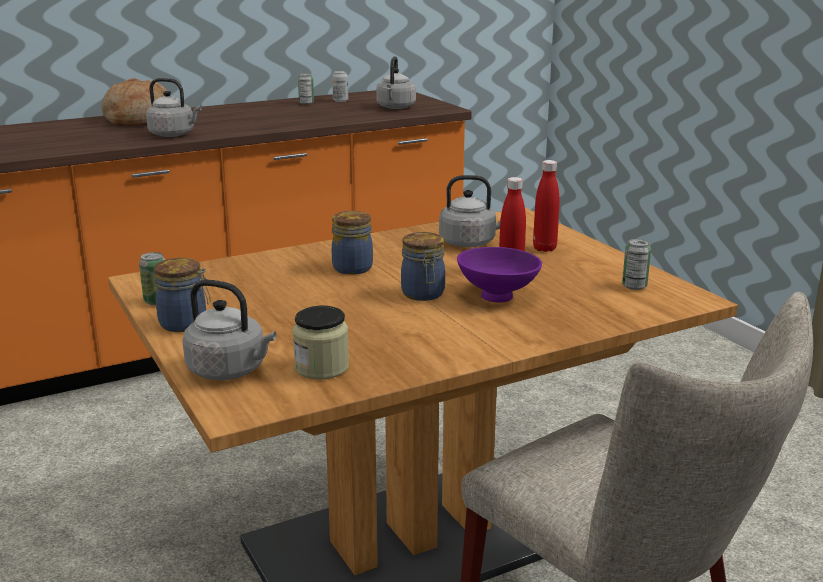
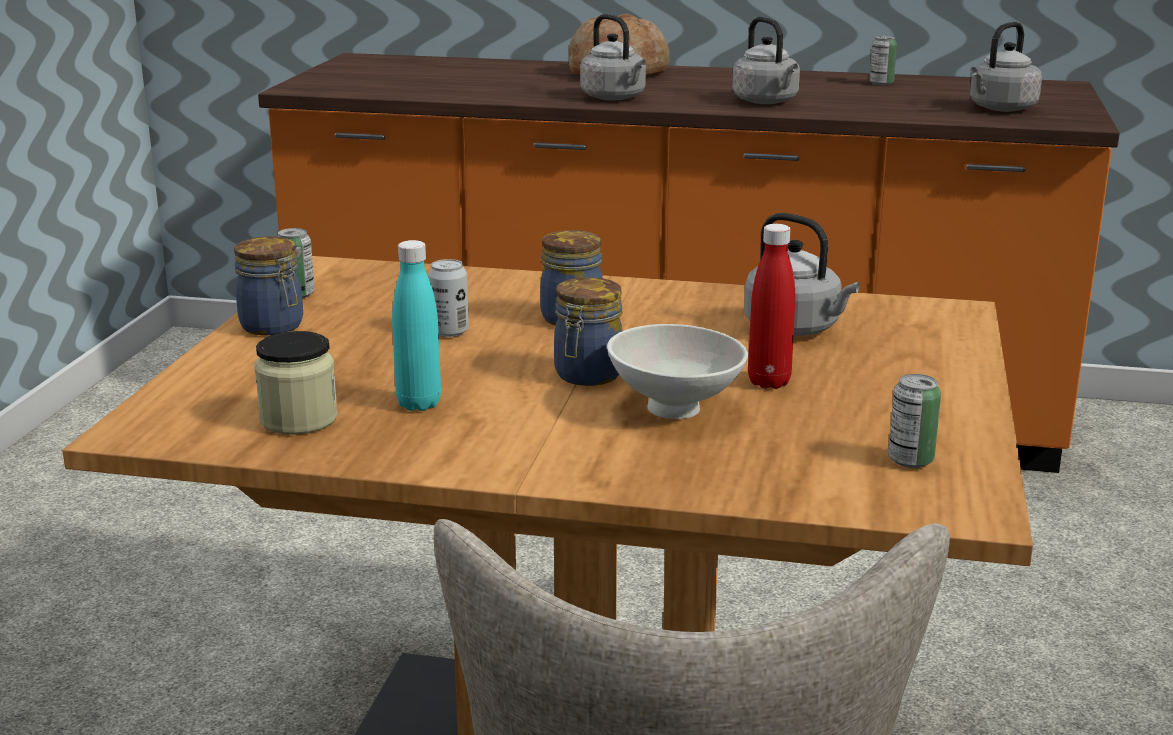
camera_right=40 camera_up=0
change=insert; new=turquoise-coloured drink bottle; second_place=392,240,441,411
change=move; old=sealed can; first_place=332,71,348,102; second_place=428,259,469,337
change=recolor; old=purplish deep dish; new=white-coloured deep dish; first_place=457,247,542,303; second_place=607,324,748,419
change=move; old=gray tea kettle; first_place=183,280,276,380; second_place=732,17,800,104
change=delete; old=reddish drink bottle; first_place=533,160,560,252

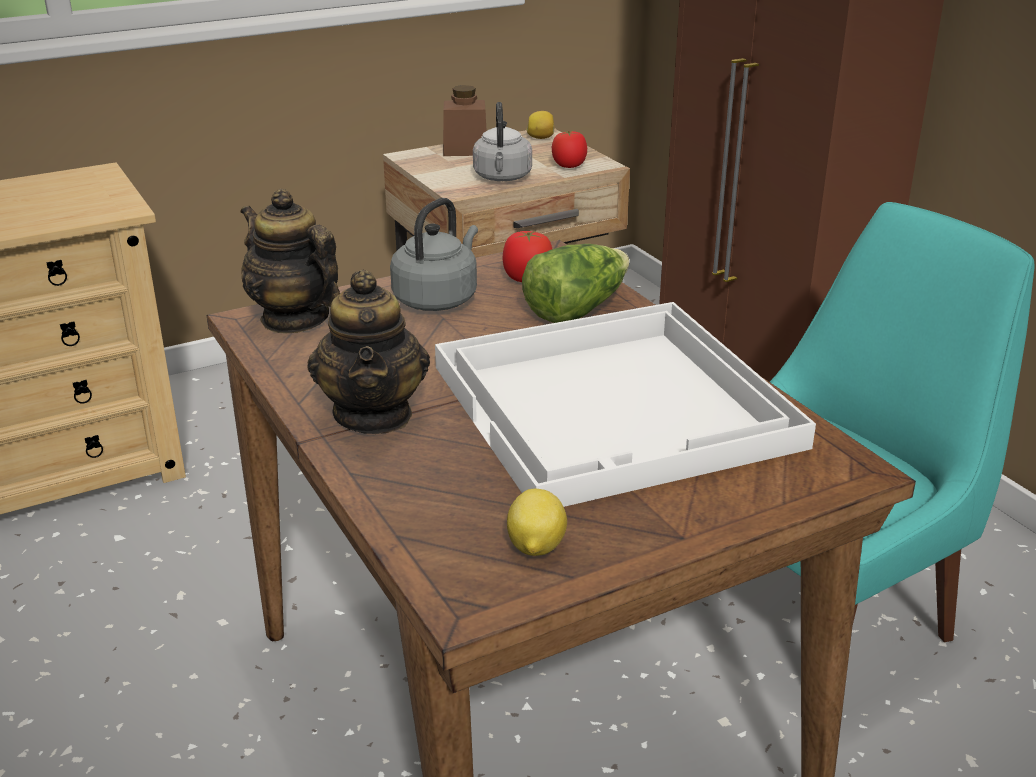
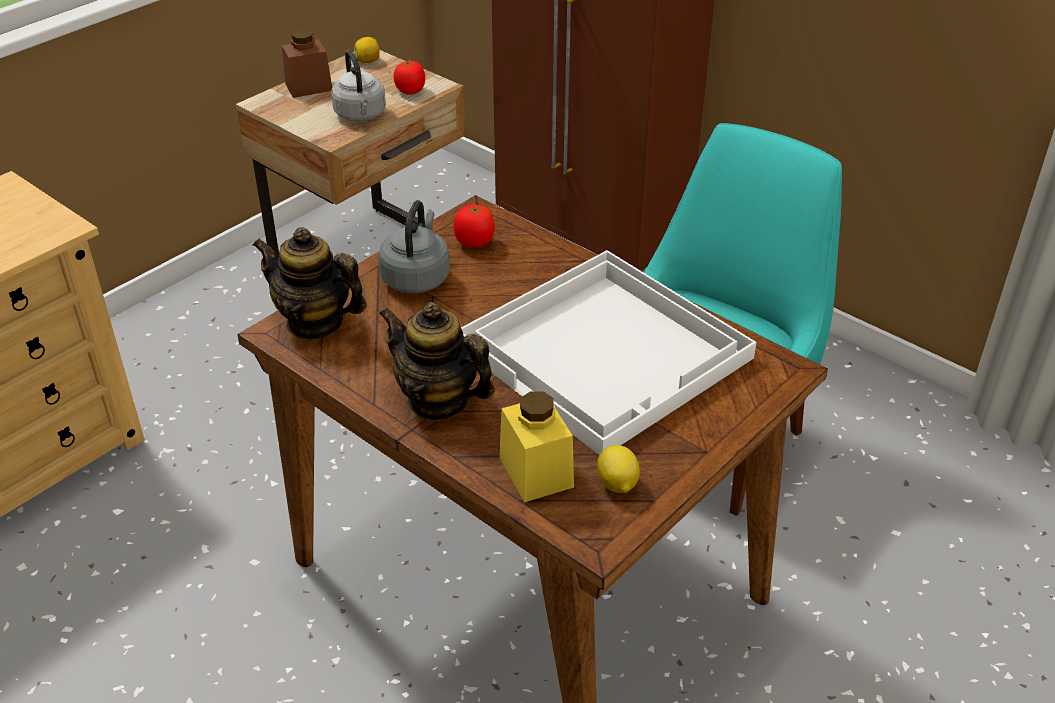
camera_right=-20 camera_up=10
change=rotate; old=pot for tea; first_place=307,270,430,434; second_place=379,302,495,421; degrees=150
change=insert; new=yellow-coloured preserve jar; second_place=500,391,574,502
change=delete; old=head of lettuce; first_place=522,244,629,323

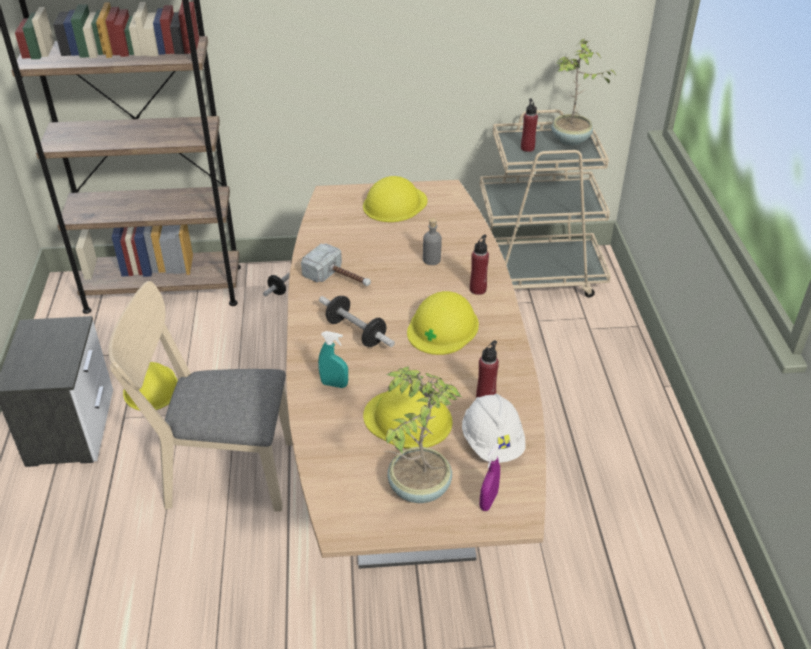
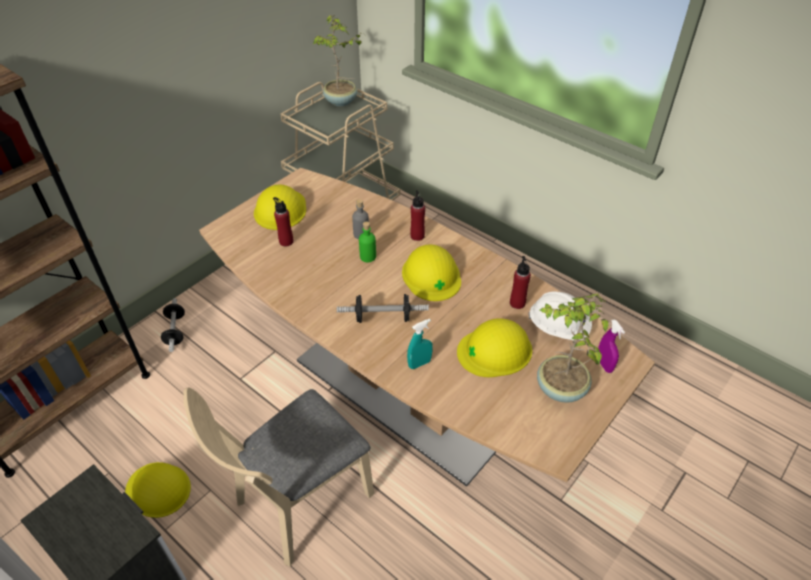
camera_right=-45 camera_up=5
change=move; old=reddish drink bottle; first_place=521,98,538,152; second_place=273,197,294,247
change=insert; new=green drink bottle; second_place=359,221,376,262
change=delete; old=hand hammer; first_place=301,243,371,286

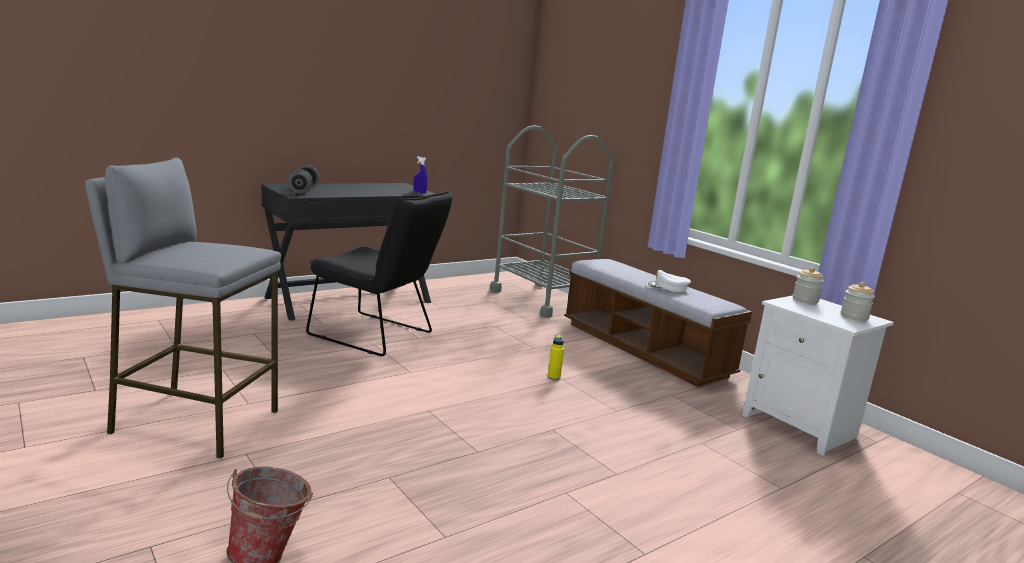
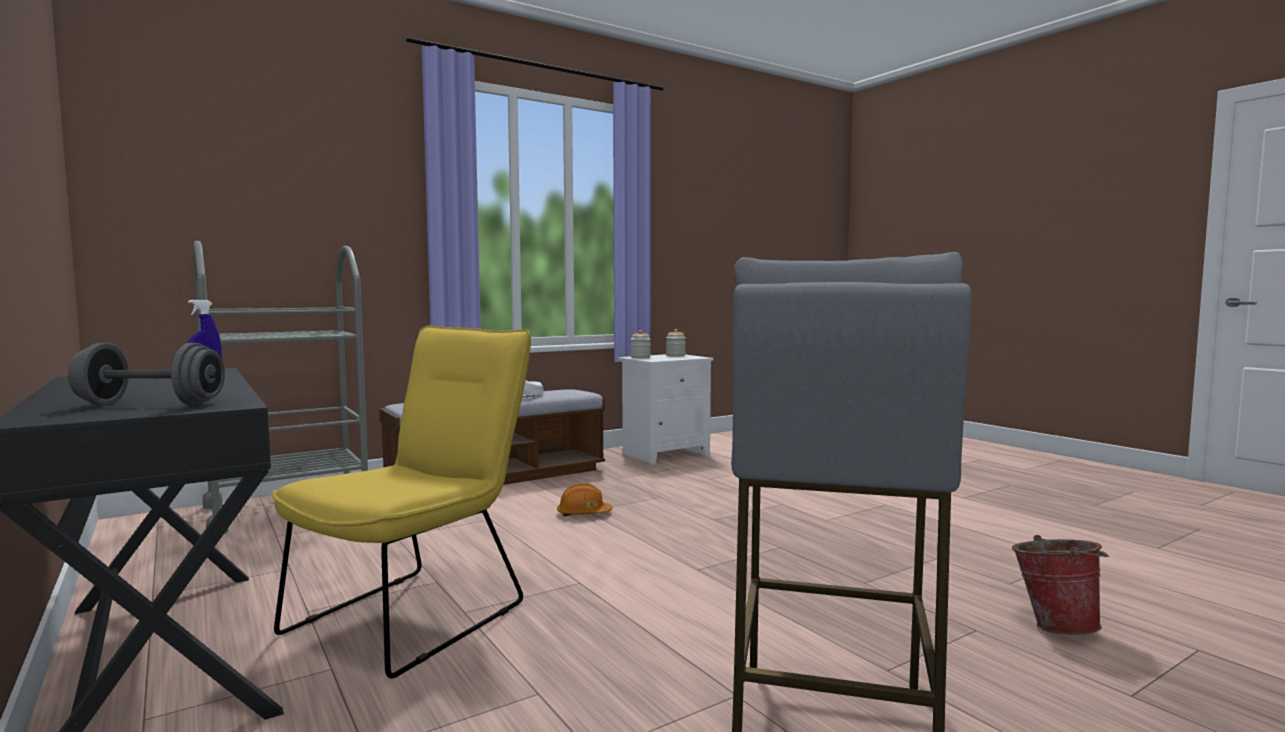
camera_right=-85 camera_up=-10
change=recolor; old=blackish upright chair; new=yellow-coloured upright chair; first_place=306,190,453,356; second_place=272,326,531,678
change=replace; old=yellow-coloured drink bottle; new=orangey safety helmet; first_place=547,334,564,380; second_place=557,483,613,516

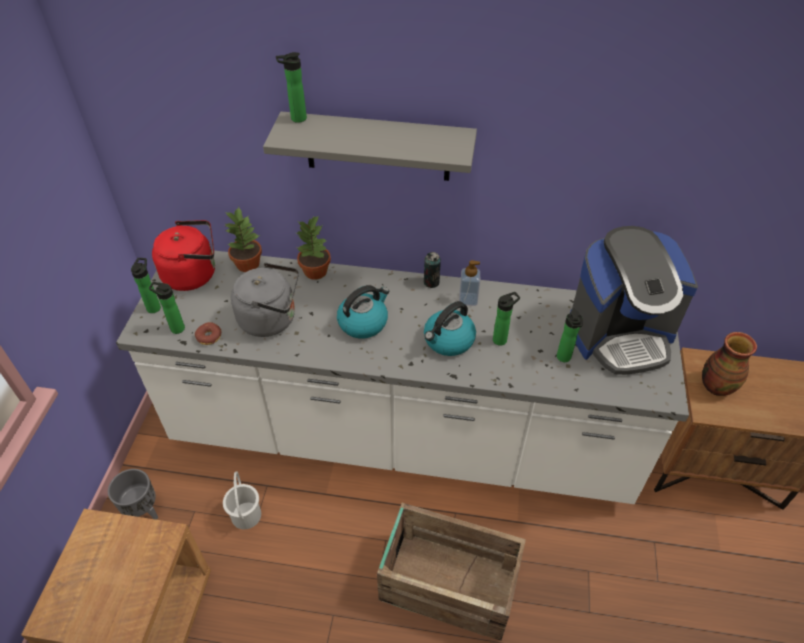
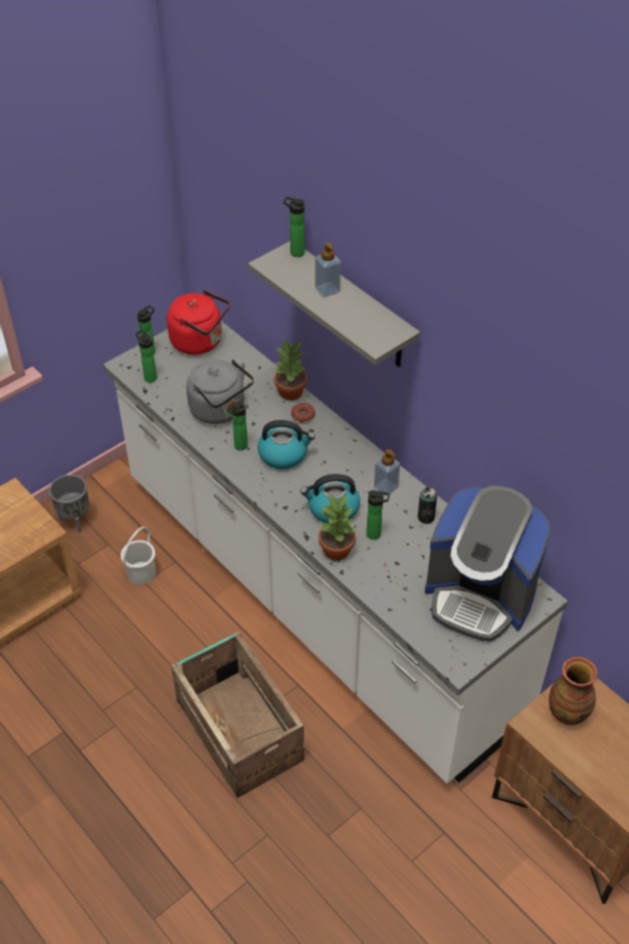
camera_right=40 camera_up=0
change=move; old=drink bottle; first_place=557,309,583,362; second_place=227,400,248,451
change=move; old=ring doughnut; first_place=195,322,222,345; second_place=291,403,315,423
change=insert; new=soap bottle; second_place=315,242,341,297
change=move; old=plant in a pot; first_place=225,207,262,272; second_place=319,495,356,560
change=move; old=sealed can; first_place=424,252,441,288; second_place=418,487,437,524

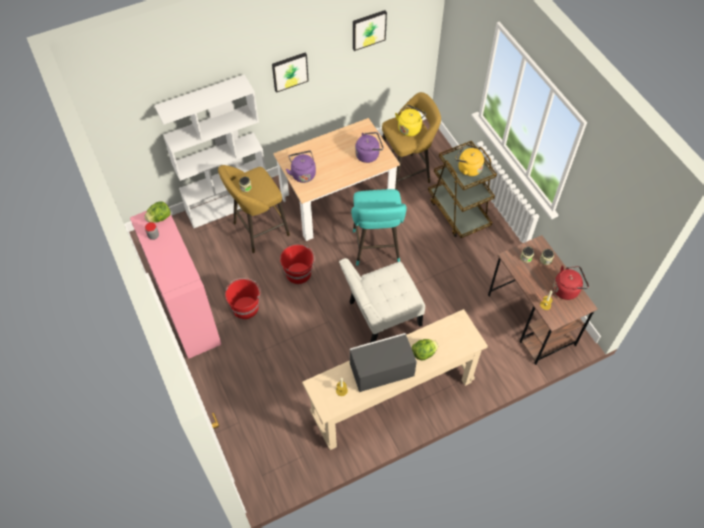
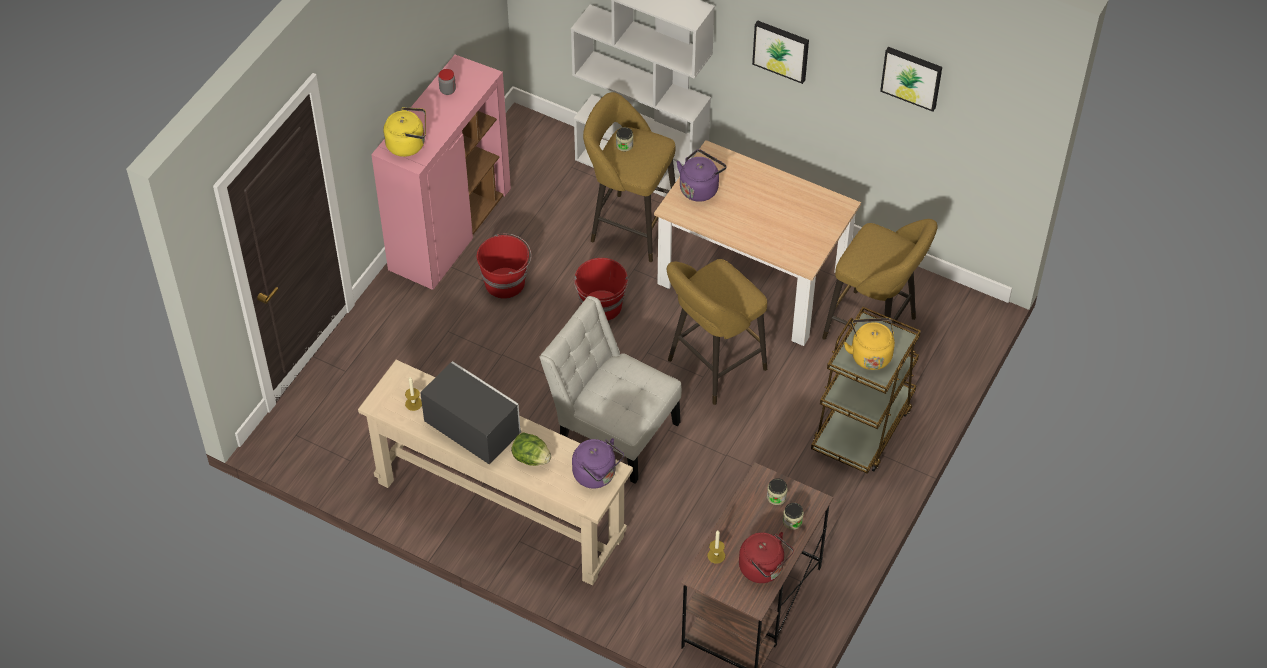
camera_right=55 camera_up=-5
change=move; old=yellow-coloured tea kettle; first_place=395,105,426,136; second_place=383,107,426,157
change=move; old=purplish tea kettle; first_place=355,132,383,163; second_place=572,438,624,489
change=recolor; old=turquoise-coloured sitting stool; new=yellow-coloured sitting stool; first_place=351,189,407,266; second_place=667,259,767,405
change=delete; old=head of lettuce; first_place=145,201,171,223

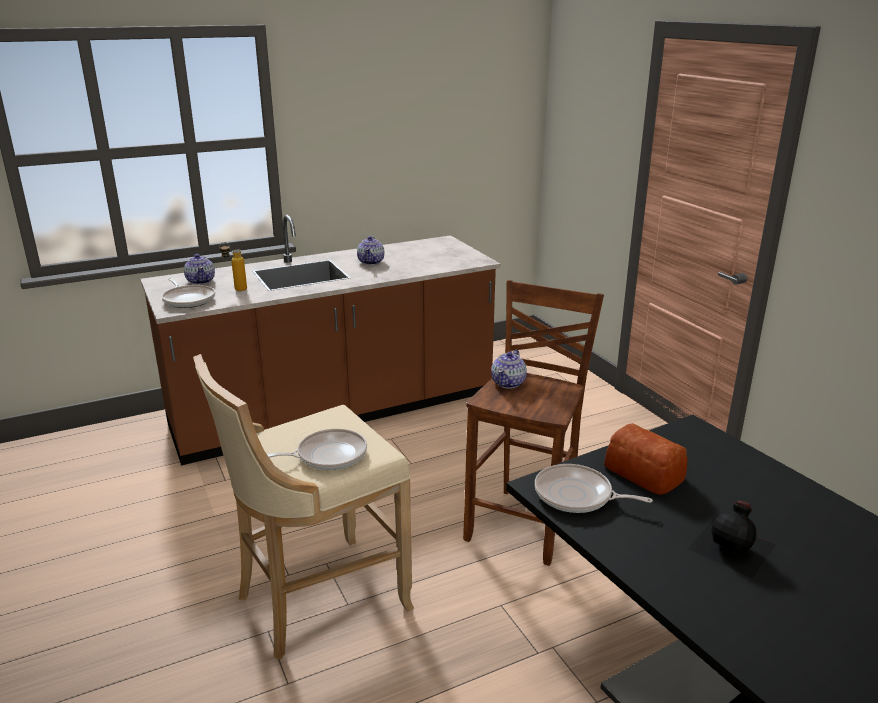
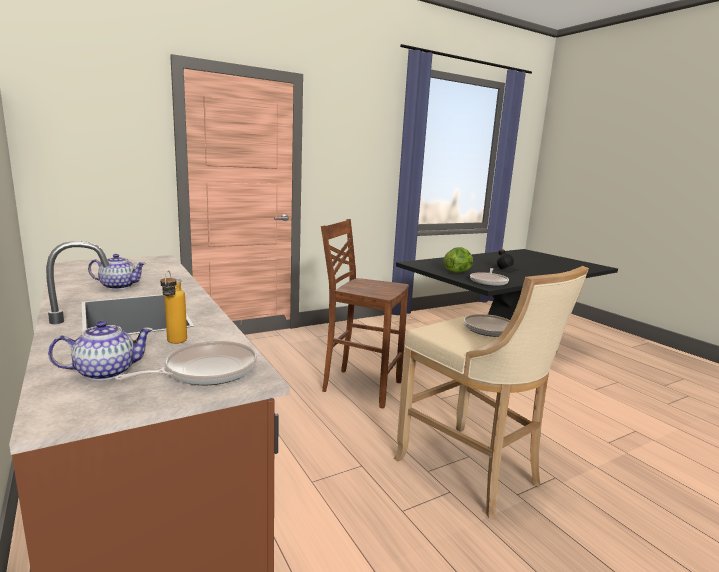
camera_right=-95 camera_up=-10
change=replace; old=bread; new=head of lettuce; first_place=604,423,688,495; second_place=443,247,473,273
change=delete; old=pot for tea; first_place=491,350,527,389

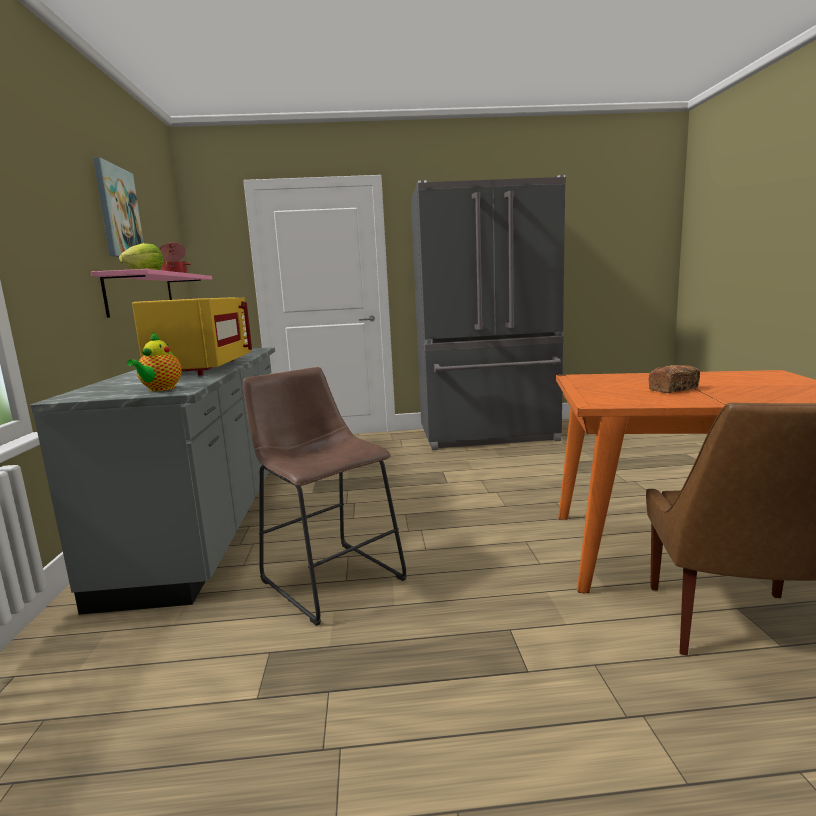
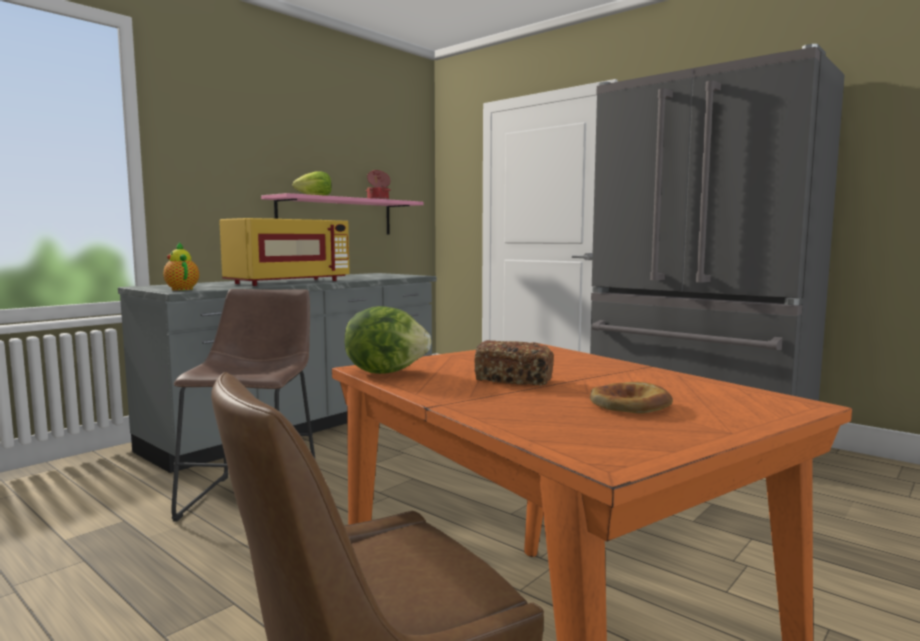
camera_right=45 camera_up=-5
change=rotate; old=pot for tea; first_place=127,332,182,391; second_place=163,242,199,291; degrees=90
change=insert; new=head of lettuce; second_place=344,306,431,374
change=insert; new=bread; second_place=590,382,673,414
change=delete; old=picture; first_place=93,157,144,257

